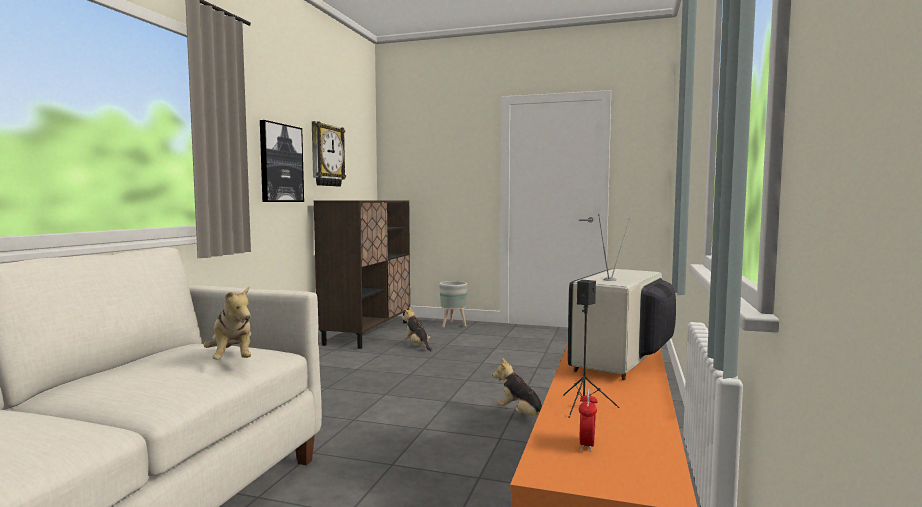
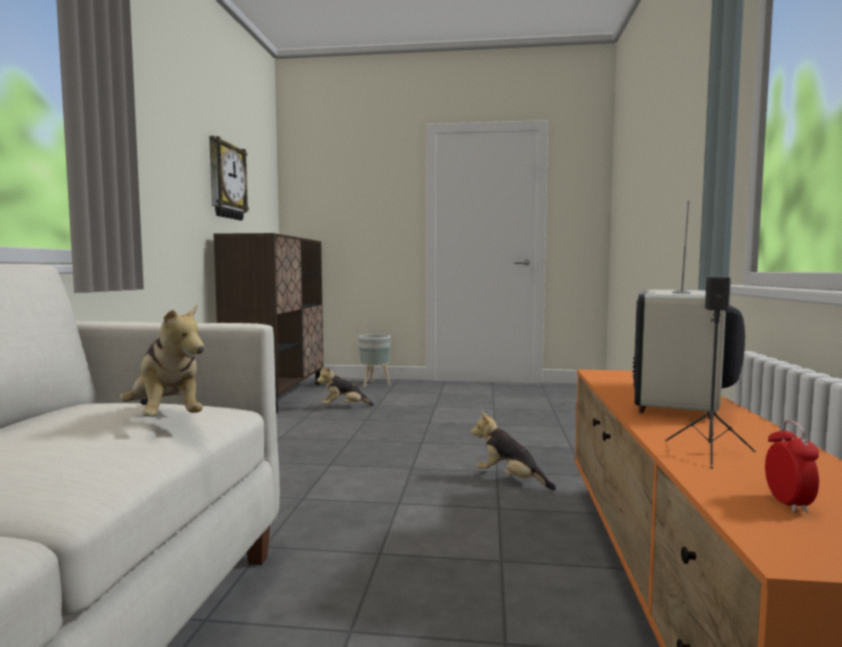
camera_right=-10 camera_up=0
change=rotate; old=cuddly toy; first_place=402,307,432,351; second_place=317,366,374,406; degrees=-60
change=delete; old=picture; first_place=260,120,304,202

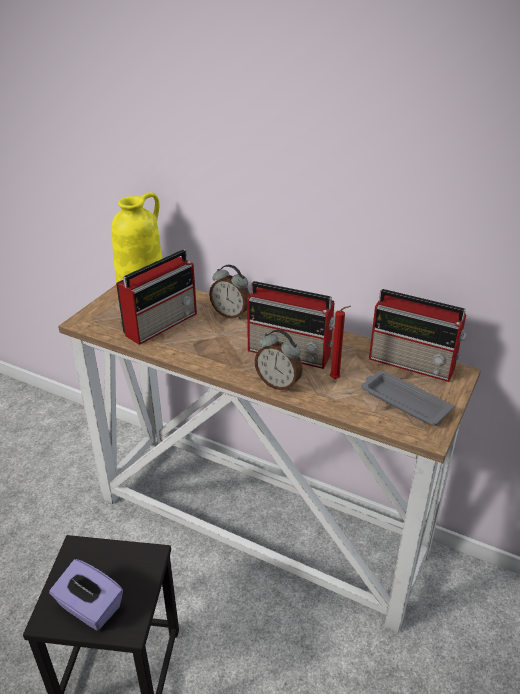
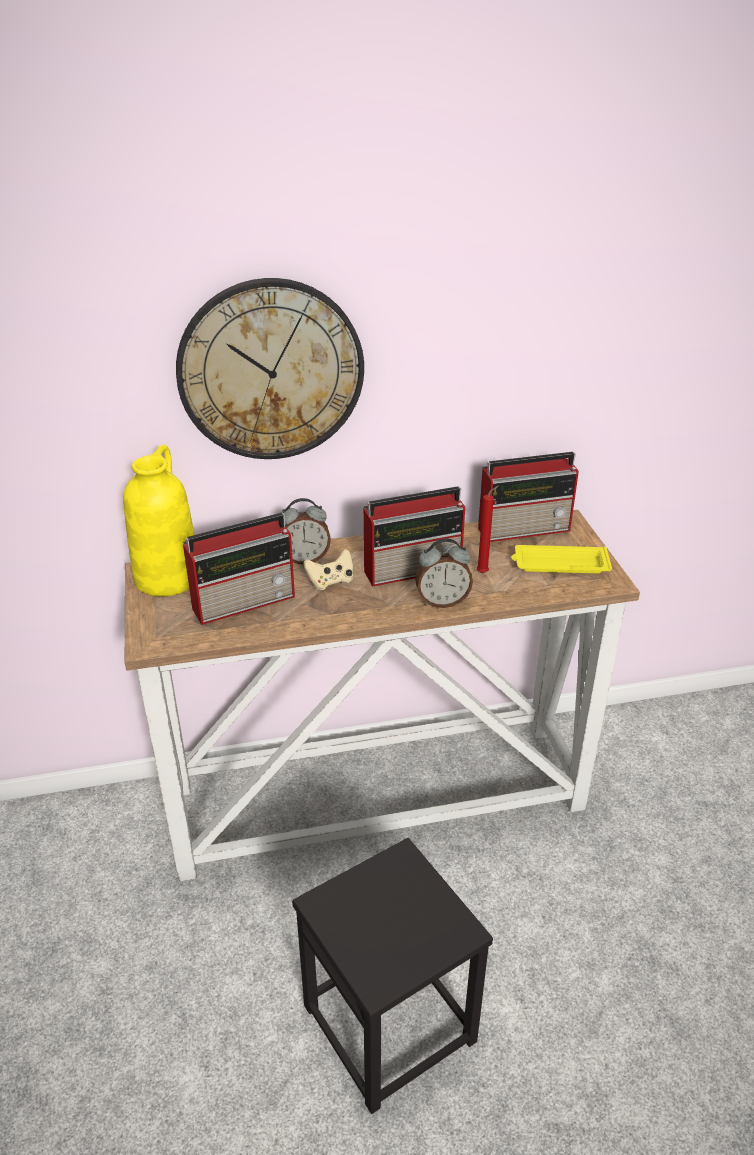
camera_right=-40 camera_up=0
change=insert; new=hanging clock; second_place=176,278,364,459
change=rotate; old=radio; first_place=116,250,197,345; second_place=183,513,295,625; degrees=60
change=insert; new=sand-coloured joypad; second_place=303,549,353,590
change=recolor; old=gray serving tray; new=yellow-coloured serving tray; first_place=361,370,454,426; second_place=511,545,612,573
change=delete; old=purplish box of tissues; first_place=49,559,123,631

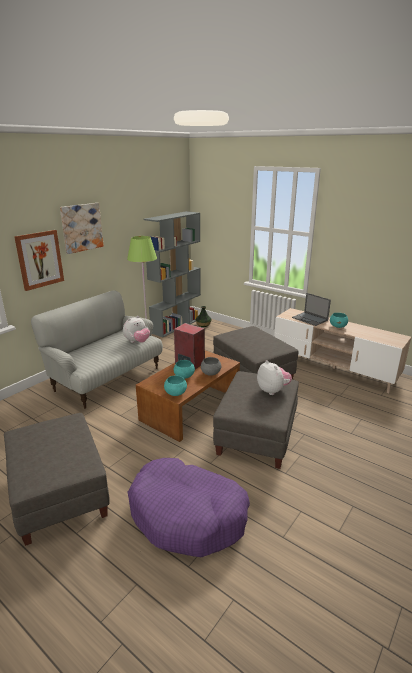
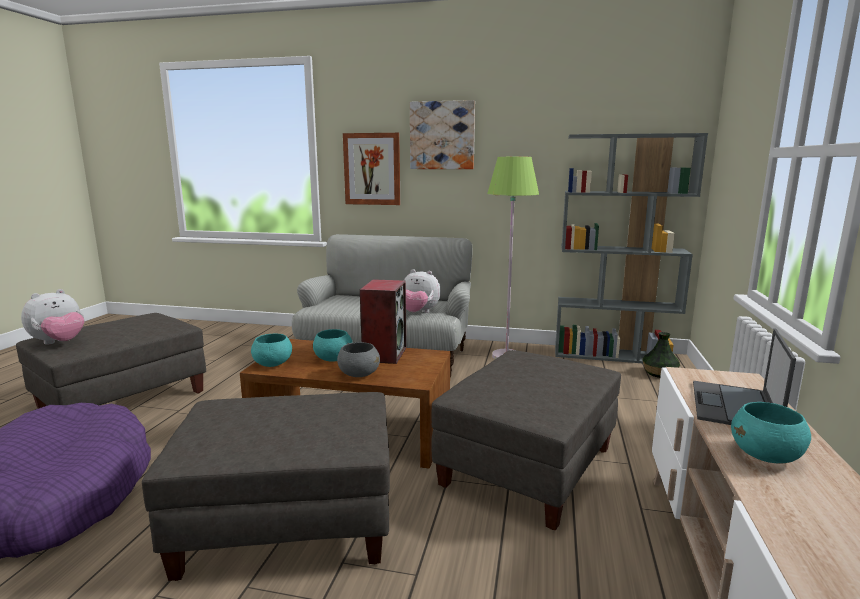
camera_right=65 camera_up=-10
change=move; old=cuddly toy; first_place=257,360,292,395; second_place=21,289,84,345

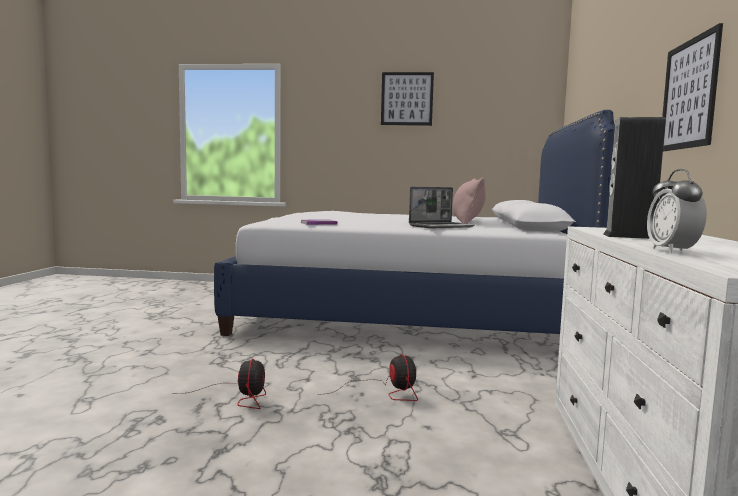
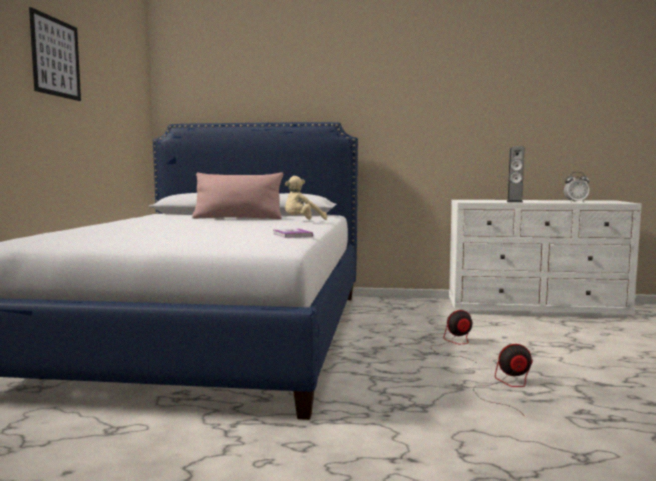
camera_right=-90 camera_up=0
change=replace; old=notebook computer; new=sand-coloured cuddly toy; first_place=409,187,475,229; second_place=285,176,327,220
change=delete; old=picture; first_place=662,23,723,152

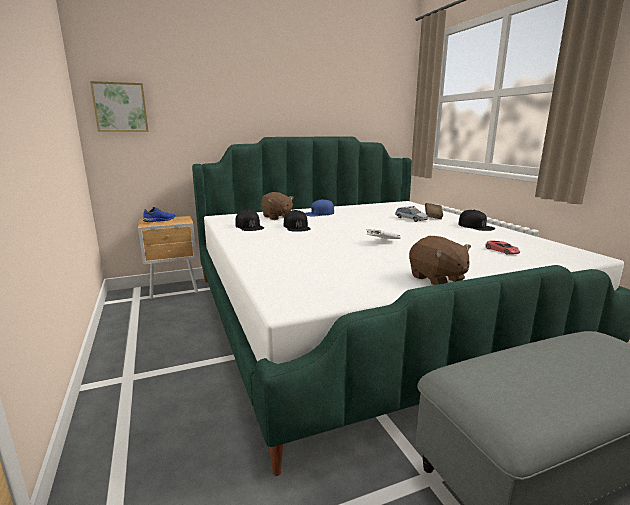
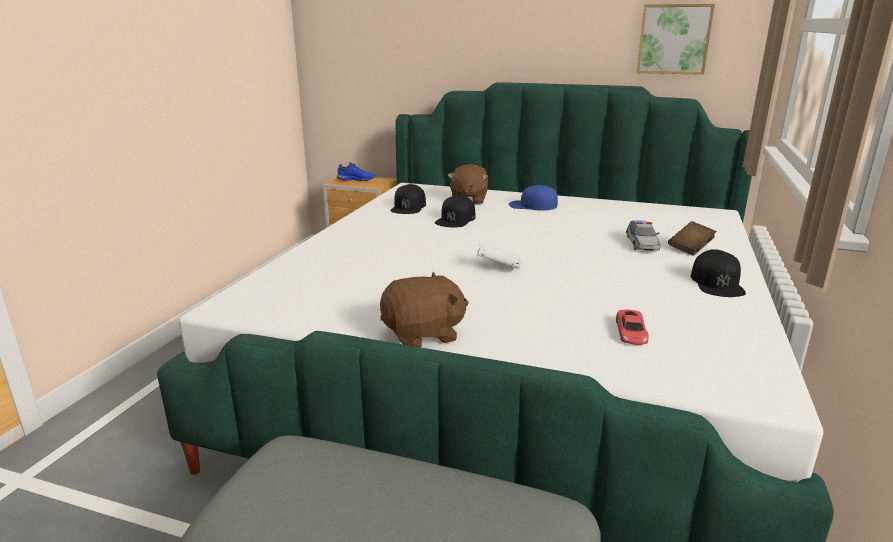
camera_right=40 camera_up=5
change=rotate; old=brownish cuddly toy; first_place=409,236,471,285; second_place=380,272,468,347; degrees=-120
change=move; old=picture; first_place=90,81,149,132; second_place=637,4,715,75

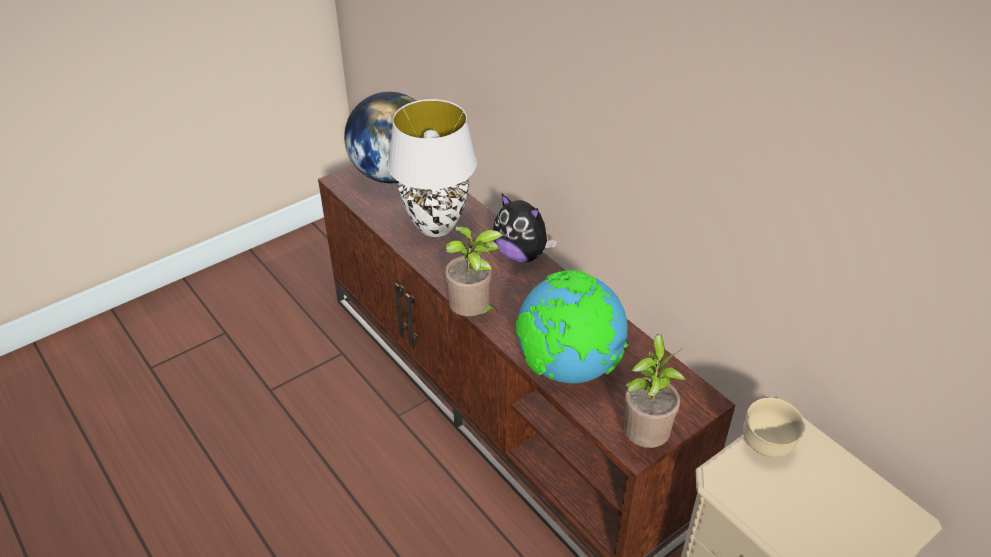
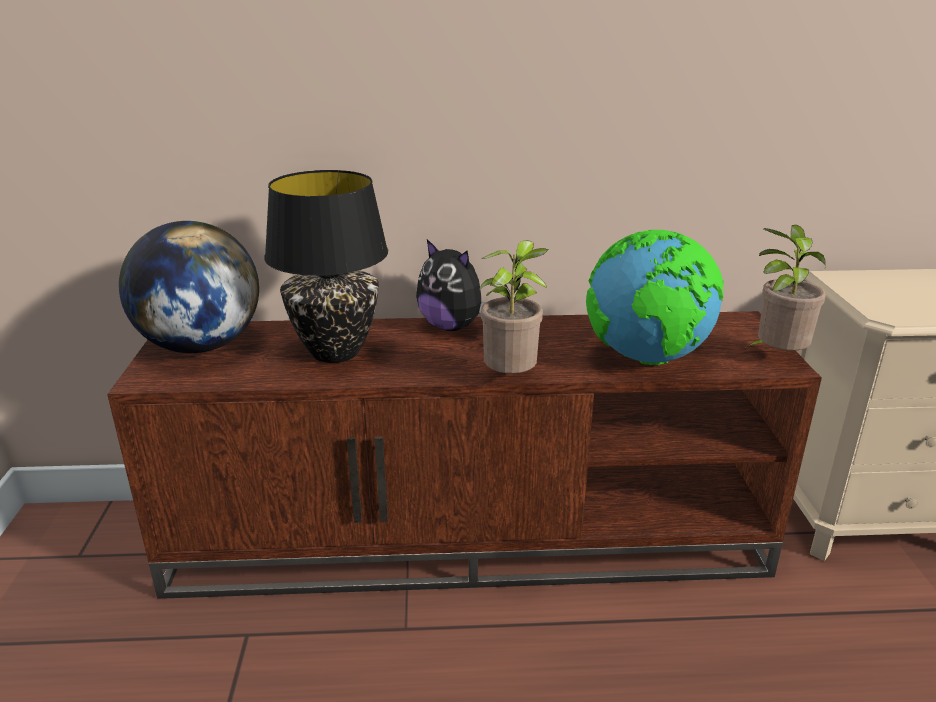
camera_right=-55 camera_up=-15
change=recolor; old=white-coloured tabletop lamp; new=blackish tabletop lamp; first_place=388,99,477,237; second_place=264,170,388,363
change=rotate; old=cuddly toy; first_place=493,194,557,263; second_place=416,239,486,331; degrees=60
change=delete; old=sand-coloured deep dish; first_place=743,398,805,457

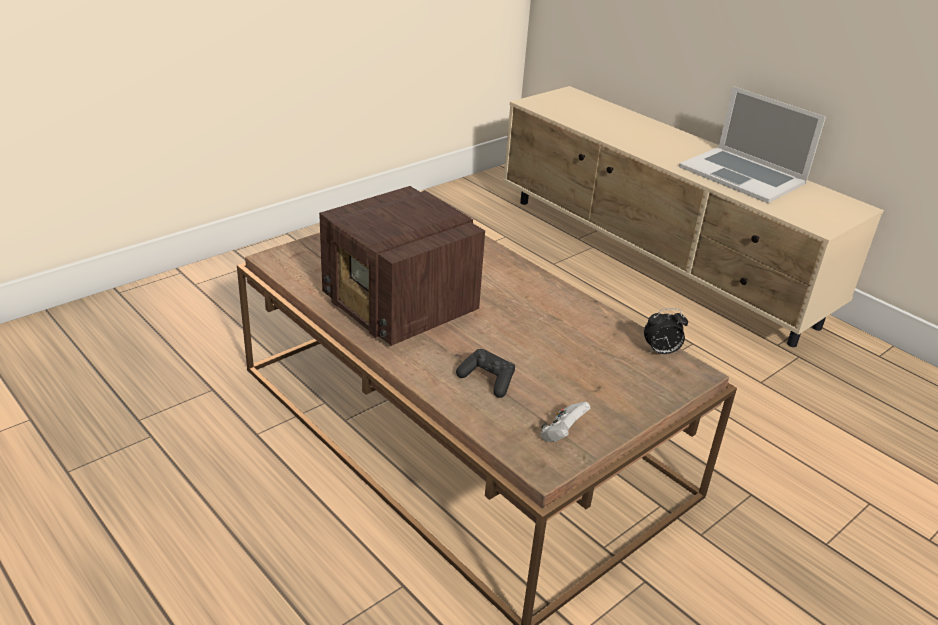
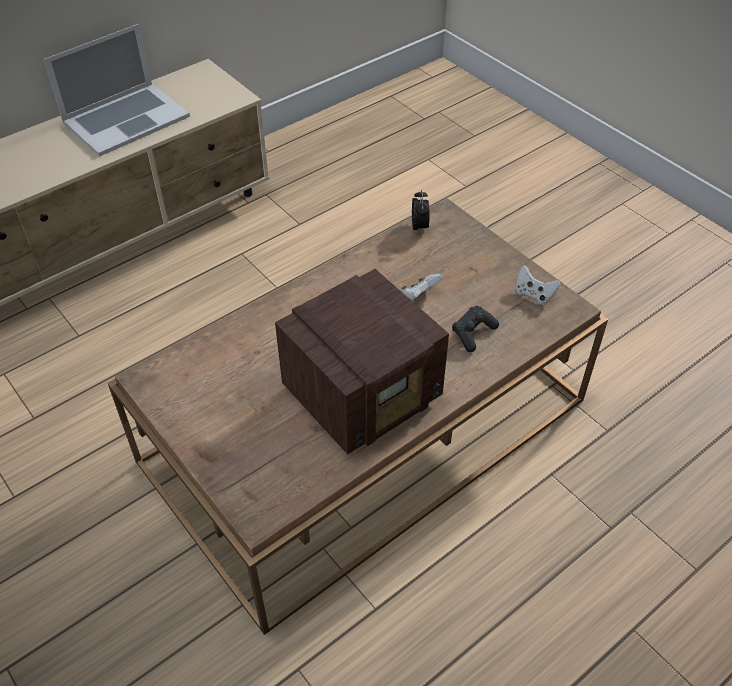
camera_right=-85 camera_up=15
change=insert; new=white-coloured joypad; second_place=402,274,443,301

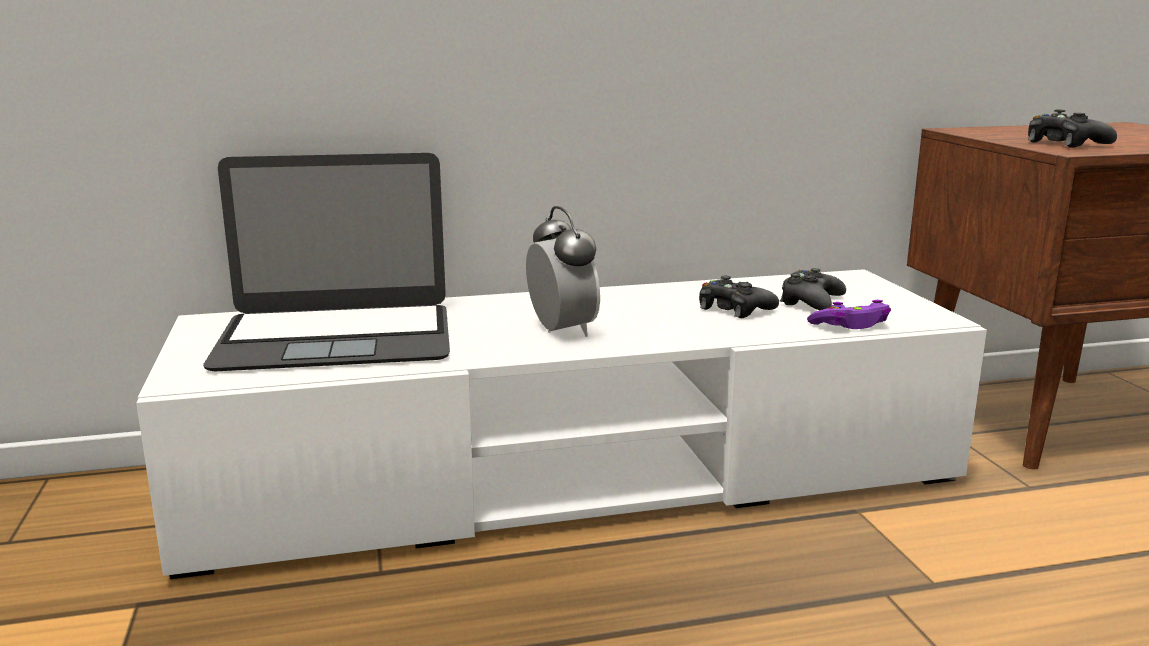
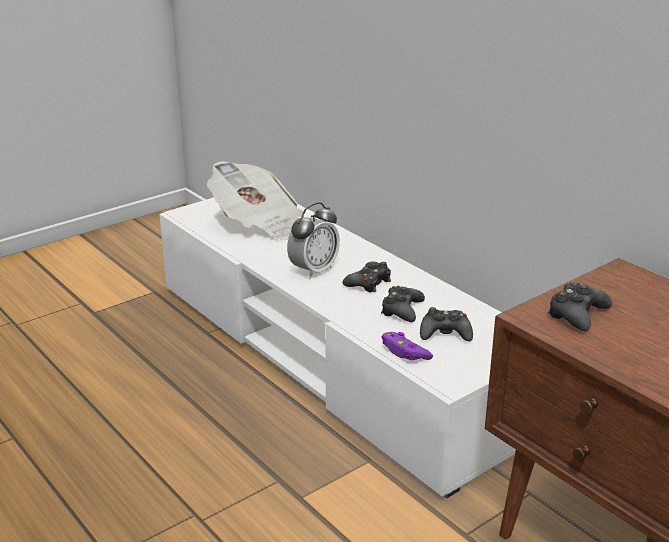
camera_right=65 camera_up=10
change=replace; old=notebook computer; new=daily paper; first_place=203,153,450,371; second_place=207,161,303,240
change=insert; new=blackish joypad; second_place=342,261,391,293

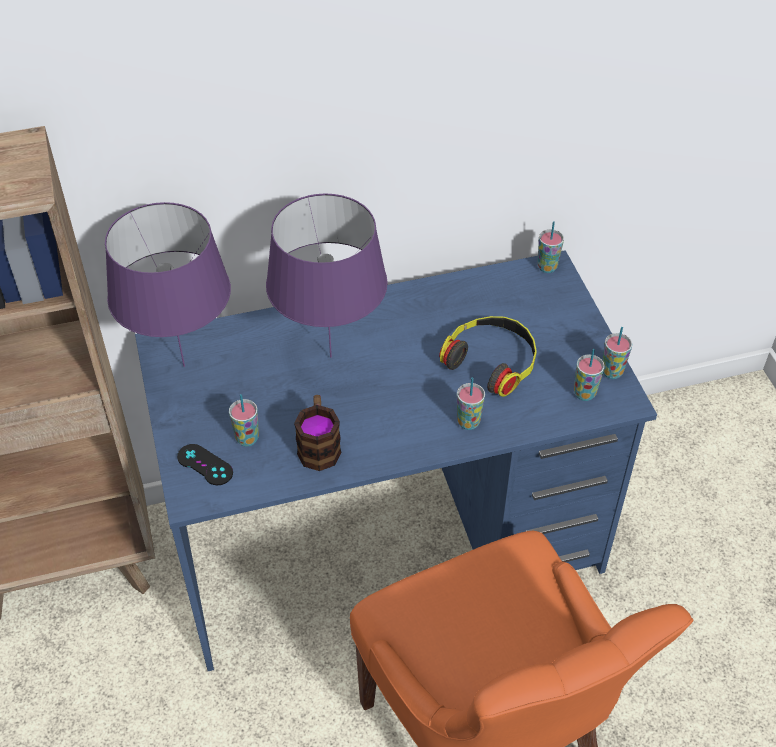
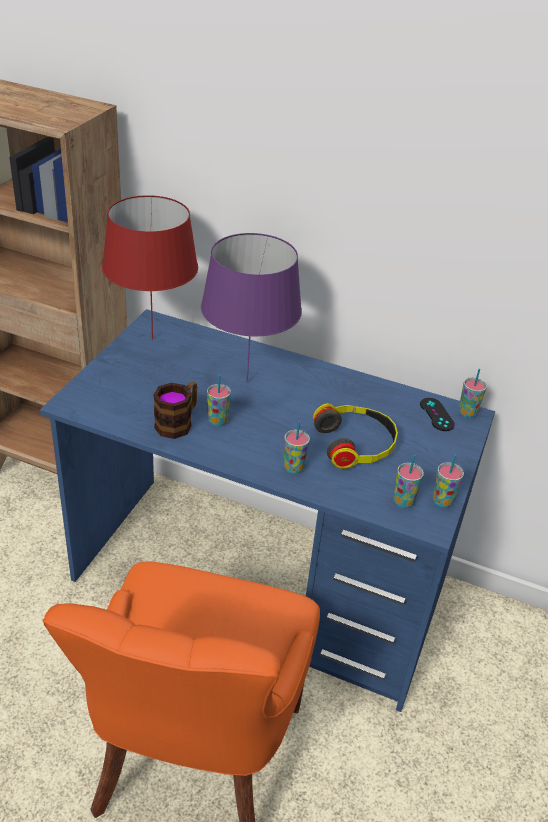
camera_right=35 camera_up=-10
change=recolor; old=purplish tabletop lamp; new=reddish tabletop lamp; first_place=105,202,231,367; second_place=102,195,198,339
change=move; old=cup; first_place=229,394,259,447; second_place=207,375,231,426
change=move; old=blackish joypad; first_place=177,444,233,485; second_place=420,398,455,431

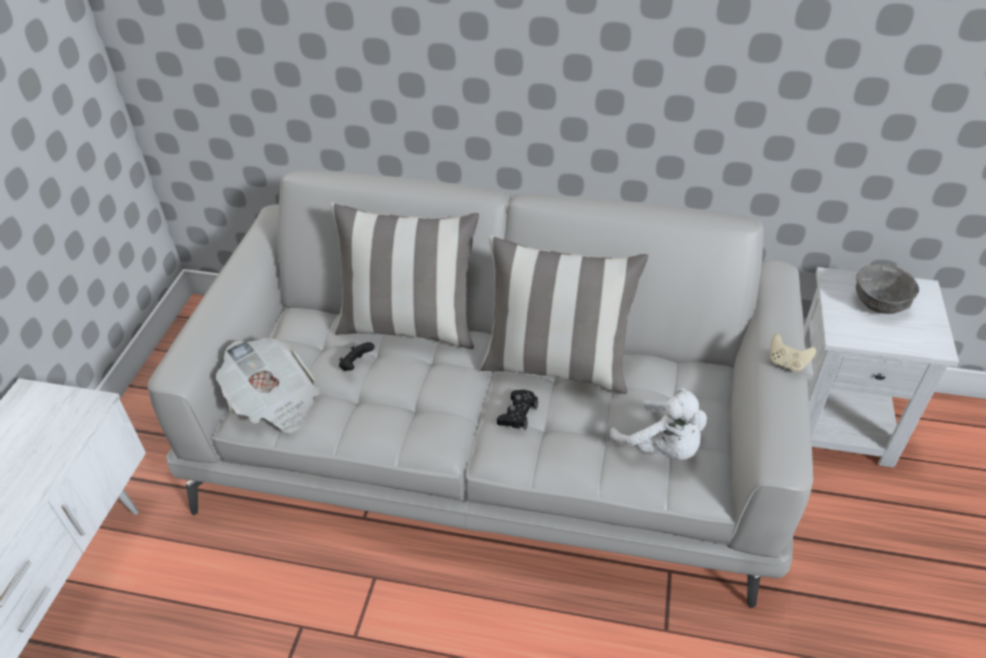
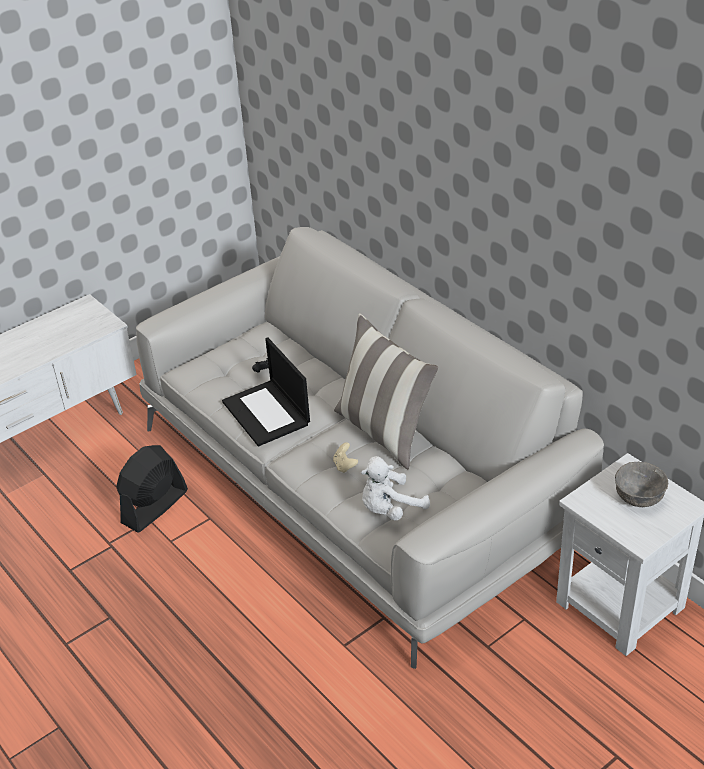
camera_right=40 camera_up=-5
change=insert; new=blackish cooling fan; second_place=116,445,188,532
change=insert; new=notebook computer; second_place=222,337,310,446
change=move; old=sand-coloured joypad; first_place=770,334,816,372; second_place=333,442,358,473
change=rotate; old=white-coloured cuddly toy; first_place=610,388,707,460; second_place=361,456,430,521; degrees=60
change=delete; old=daily paper; first_place=216,338,320,433
change=delete; old=cushion; first_place=330,203,479,349
change=delete; old=blackish joypad; first_place=497,390,538,430

